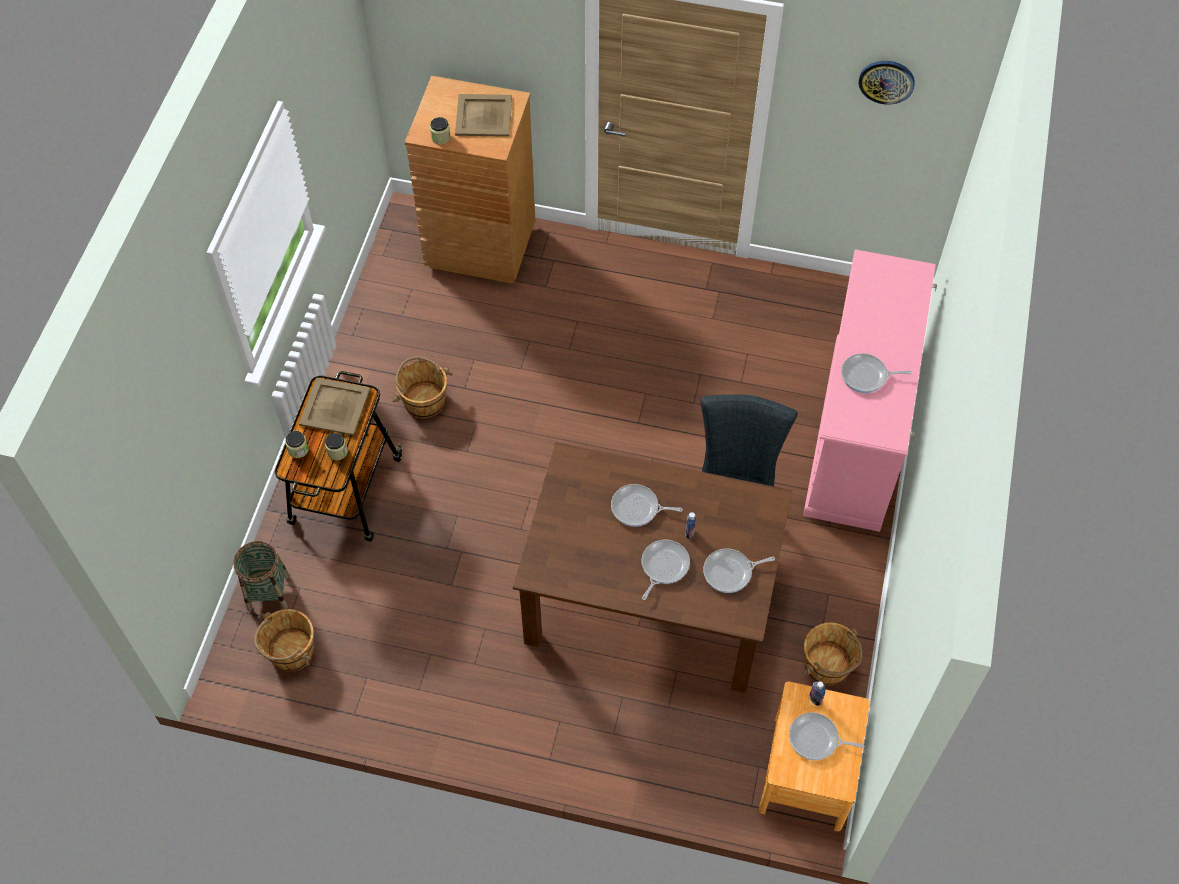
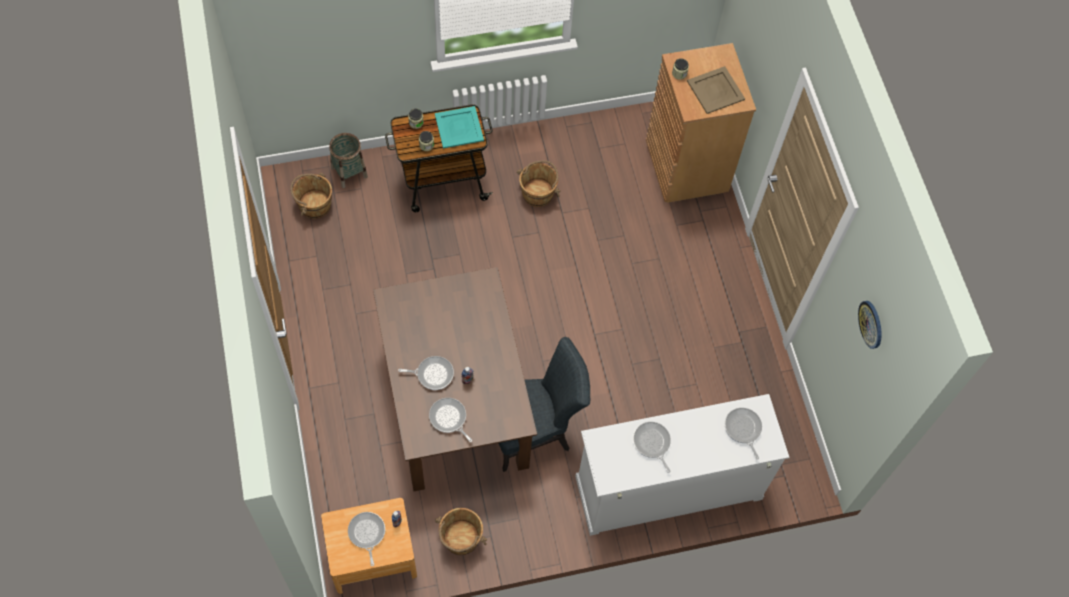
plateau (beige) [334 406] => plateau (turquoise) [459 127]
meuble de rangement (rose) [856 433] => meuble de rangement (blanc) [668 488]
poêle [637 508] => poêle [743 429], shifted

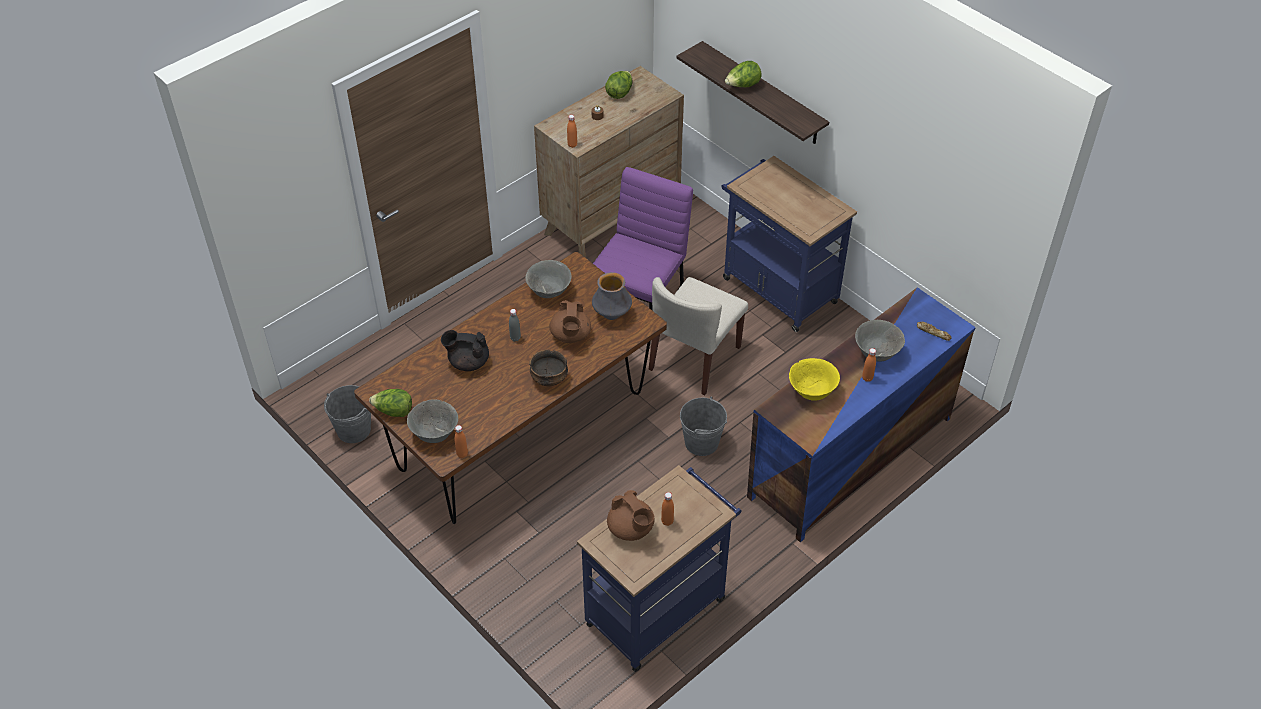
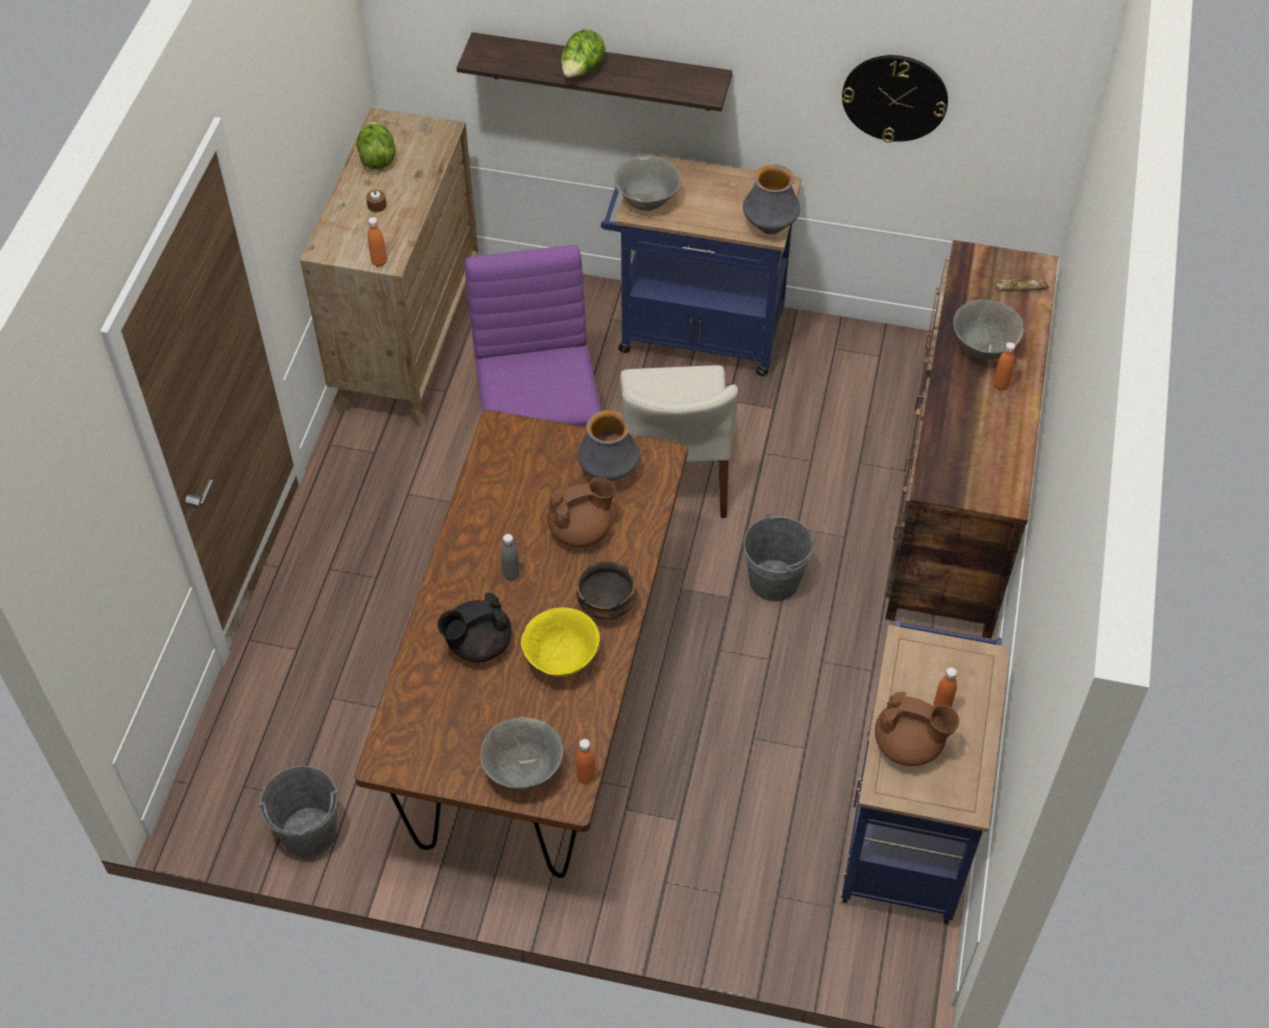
bol (jaune) [812 392] => bol (jaune) [562 660], shifted
théière (marron) [570 336] => théière (marron) [581 530], 75 degrees counterclockwise
bol (gris) [549 291] => bol (gris) [647 201], shifted
nothing => vase [769 227]
nothing => horloge murale [895 97]
meuble de rangement (bleu) [847 457] => meuble de rangement (marron) [953 501]
laitue [393 411] => nothing

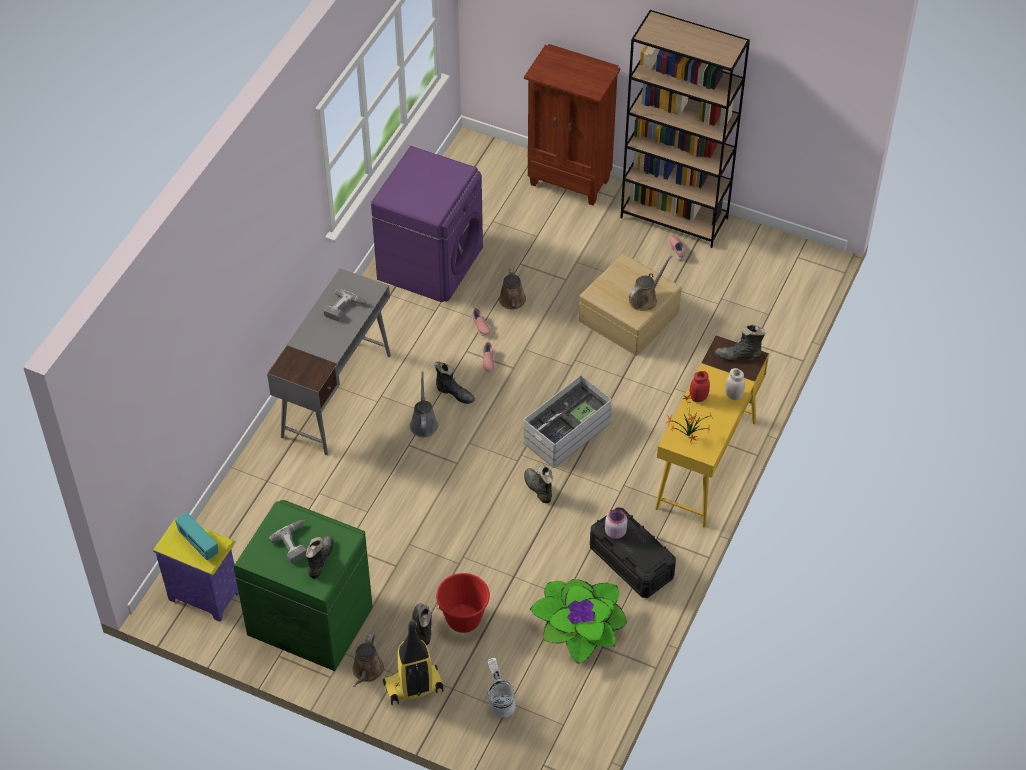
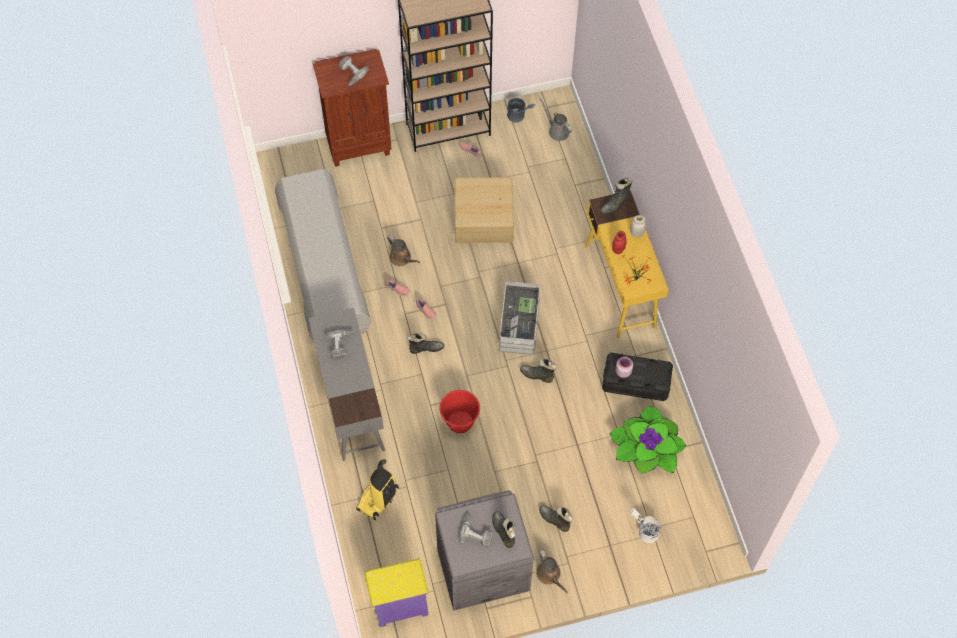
lave-linge (violet) [432 262] => banc (gris) [323 265]
nothing => perceuse [350 73]
aspirateur [413 688] => aspirateur [378 499], shifted
lave-linge (vert) [311 616] => lave-linge (gris) [481 566]
seau (rouge) [463 619] => seau (rouge) [460 422], shifted
nothing => seau (gris) [518 117]
arrosoir (gris) [423 423] => arrosoir (gris) [557 131], shifted
radio [198 544] => nothing
arrosoir (marron) [645 299] => nothing

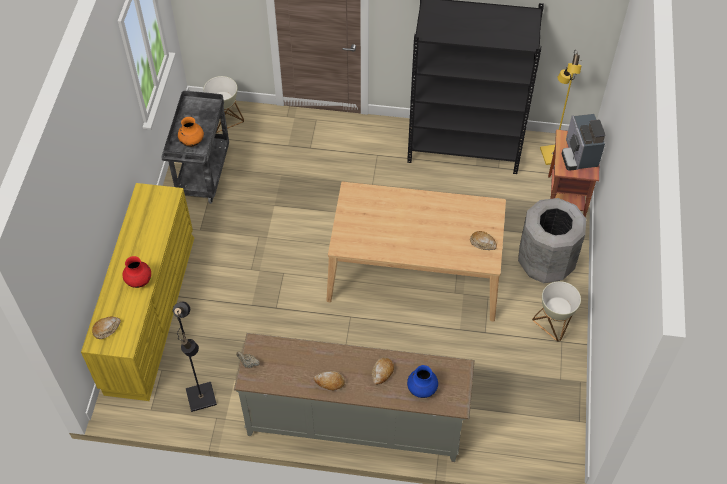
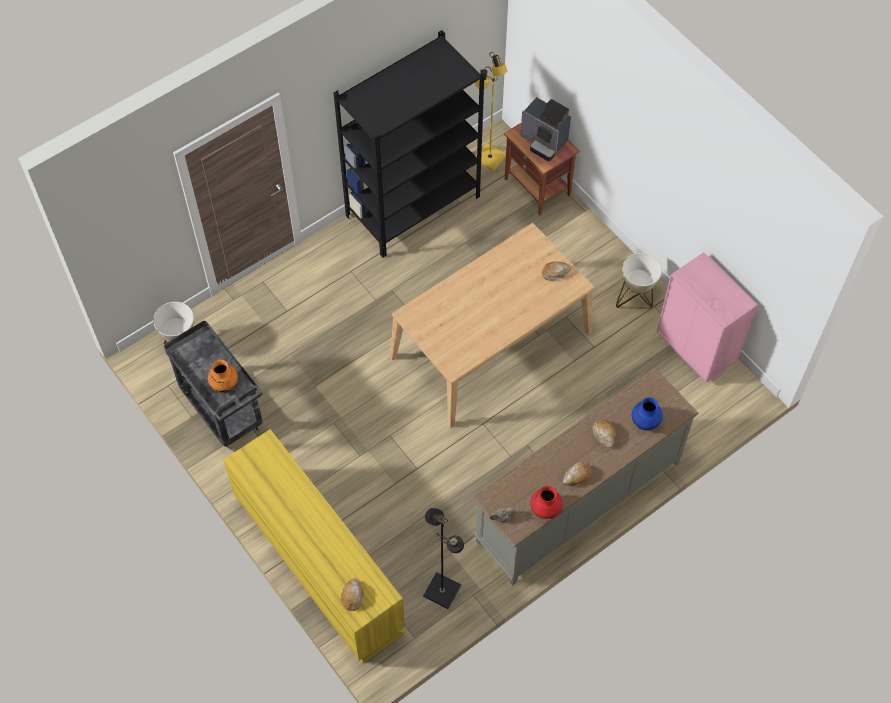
vase (rouge) [139 281] => vase (rouge) [545 509], shifted
nothing => meuble de rangement (rose) [697 349]
poubelle (gris) [546 262] => nothing

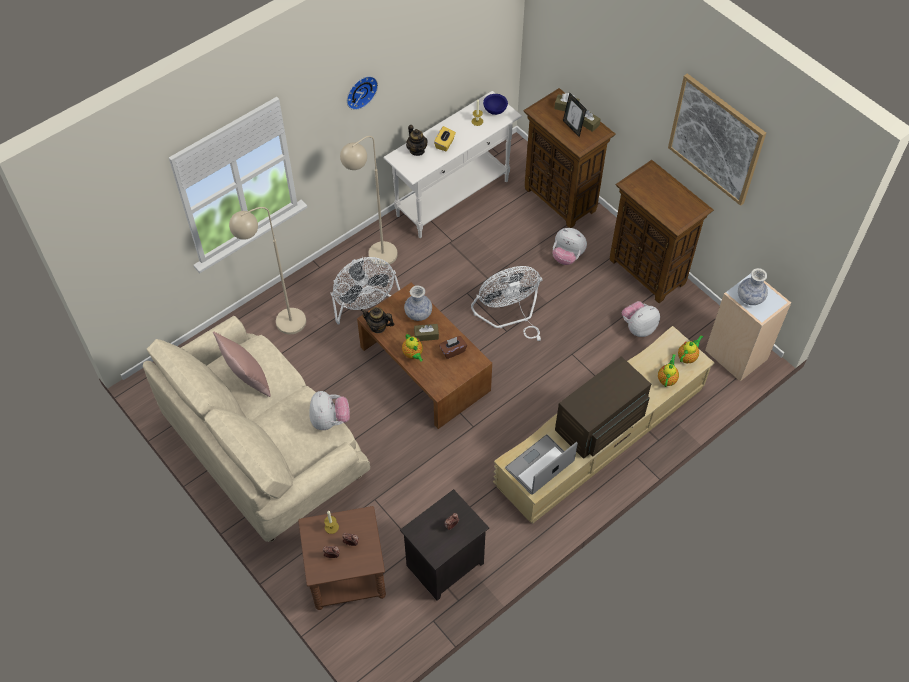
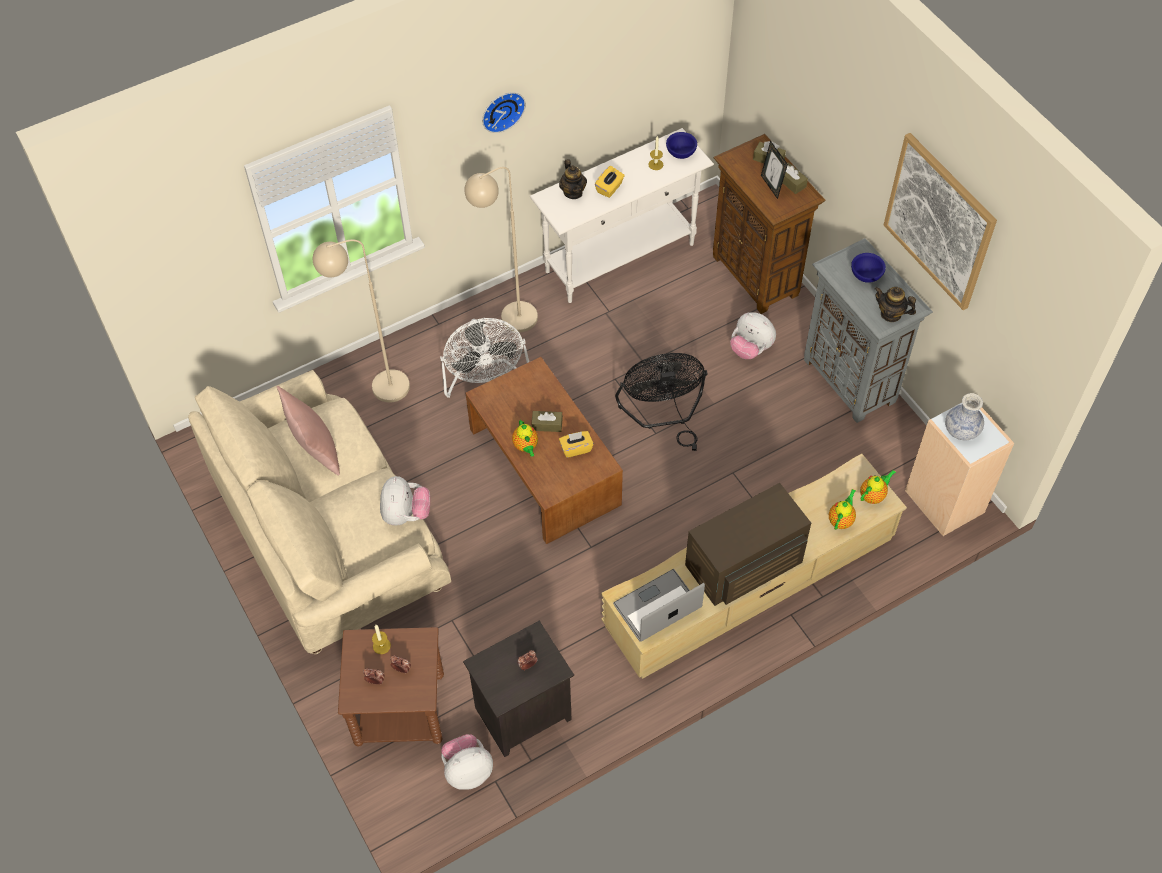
peluche [638 327] => peluche [467 770], shifted
boîte à mouchoirs (marron) [452 351] => boîte à mouchoirs (jaune) [576 448]
ventilateur (blanc) [512 315] => ventilateur (noir) [666 414]
meuble de rangement (marron) [648 272] => meuble de rangement (gris) [851 381]
nothing => bol (bleu) [866 276]
théière [378 327] => théière [891 314], shifted
vase [418 313] => nothing

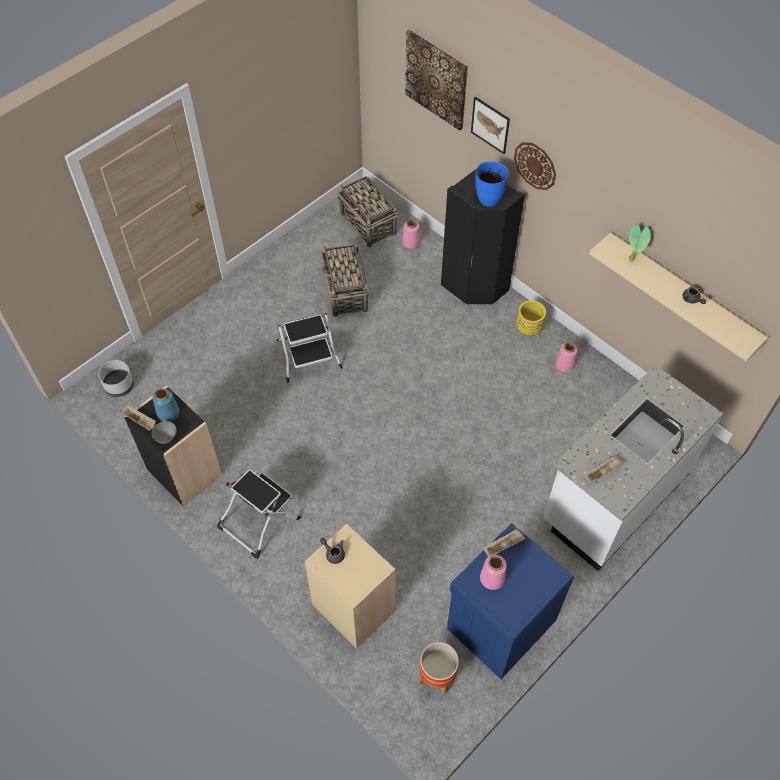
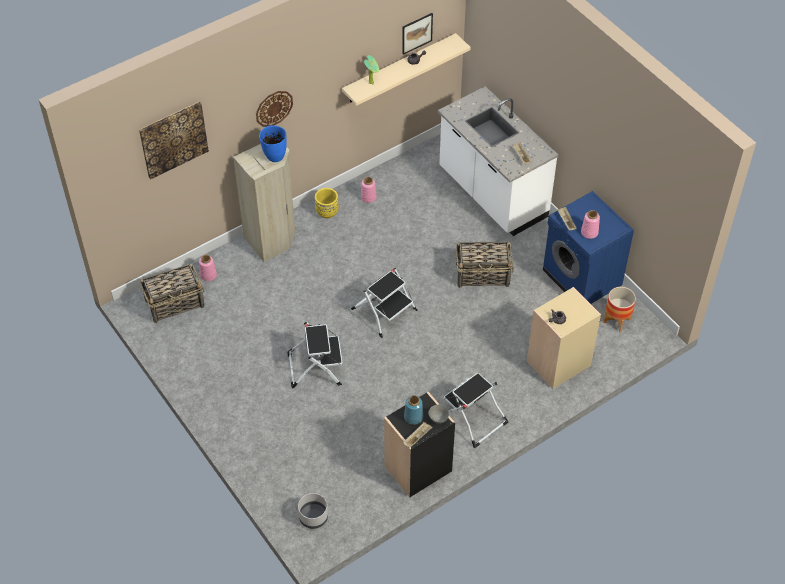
meuble de rangement (noir) [475 286] => meuble de rangement (beige) [272 239]
nothing => escabeau [384 311]
tableau [490 125] => tableau [417 33], shifted
panier [345 292] => panier [483 275], shifted

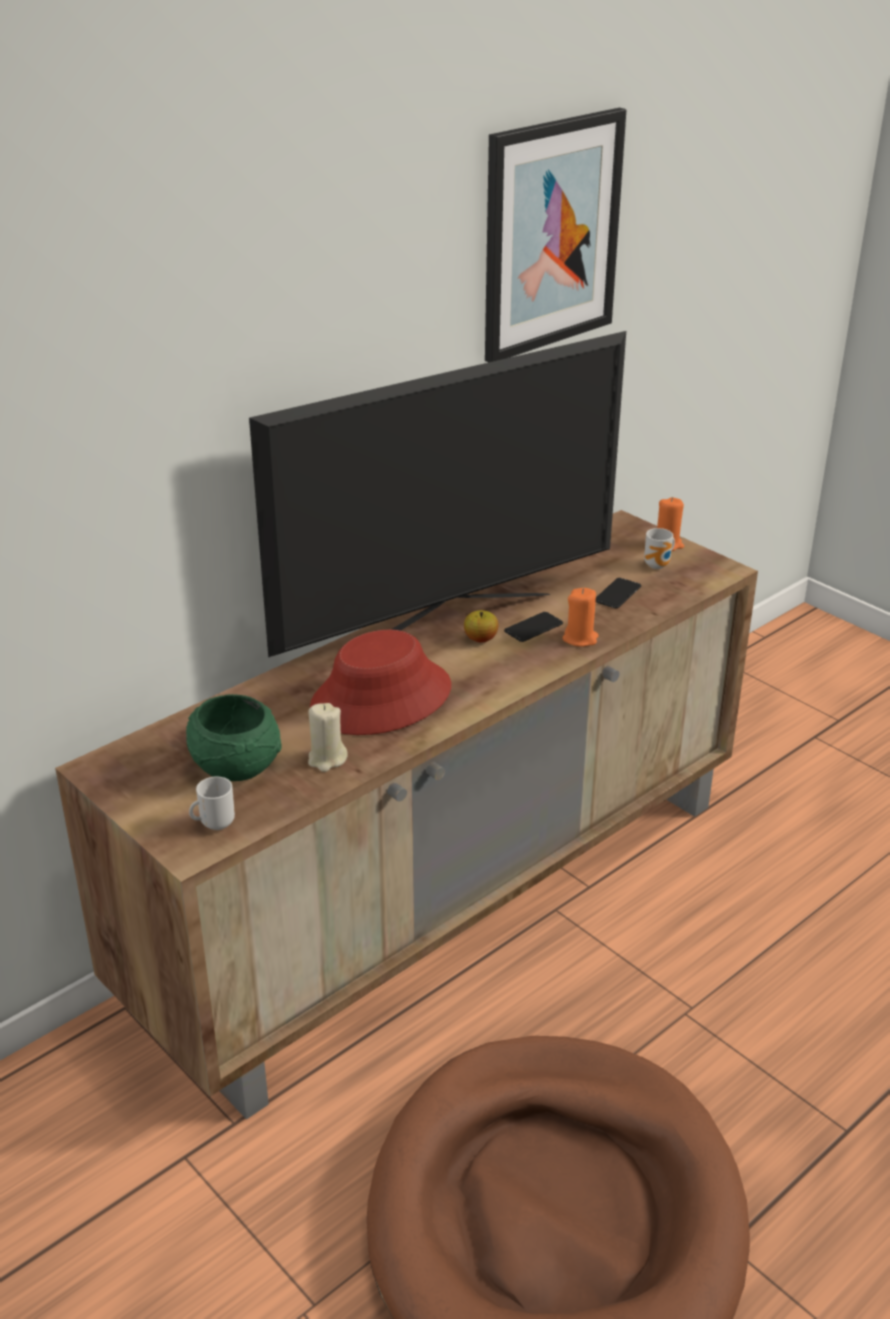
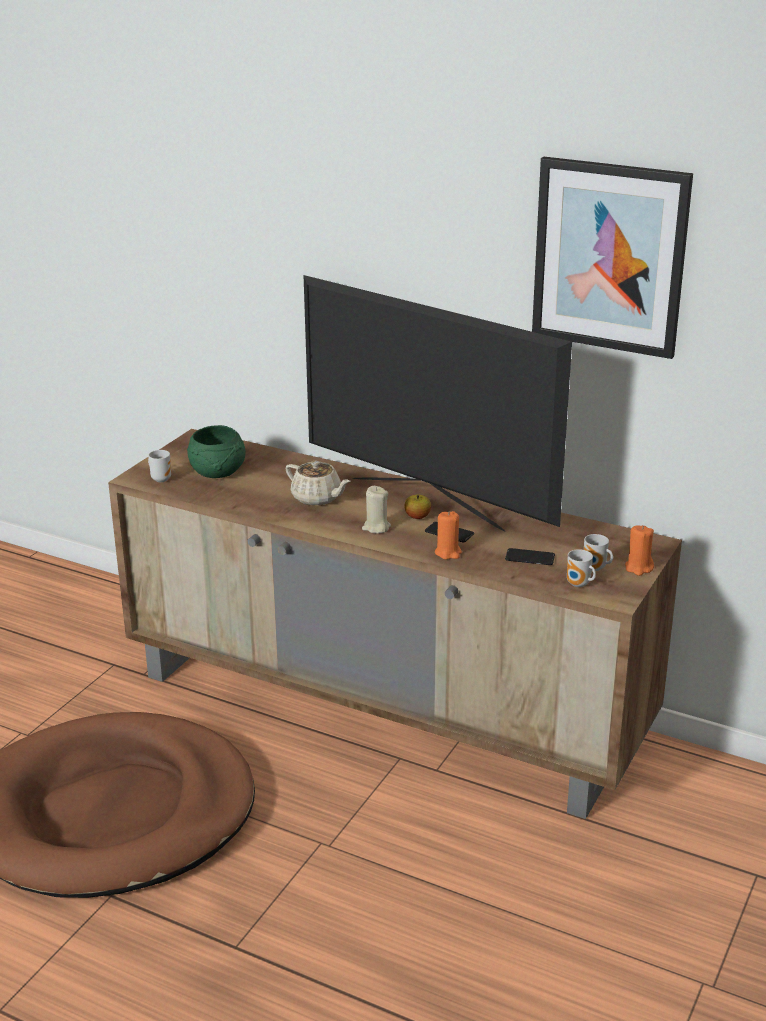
chapeau (rouge) [381 698] => théière (beige) [317 498]
bougie (beige) [327 759] => bougie (beige) [376 527], shifted
nothing => mug [579 585]

